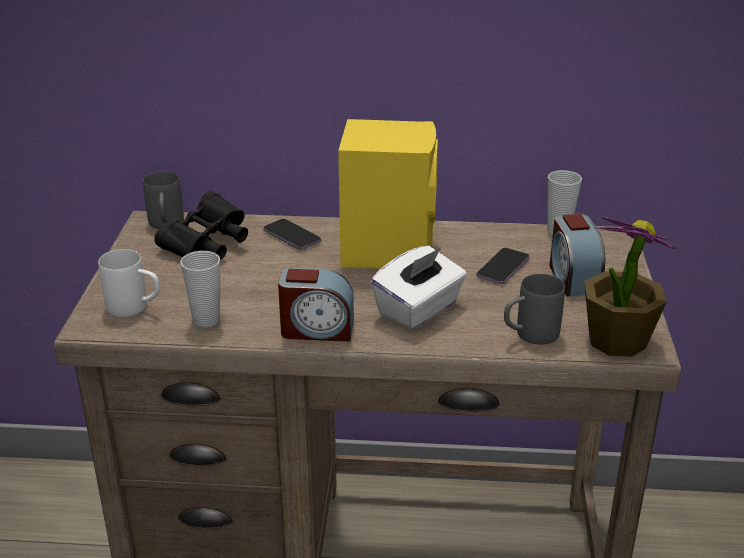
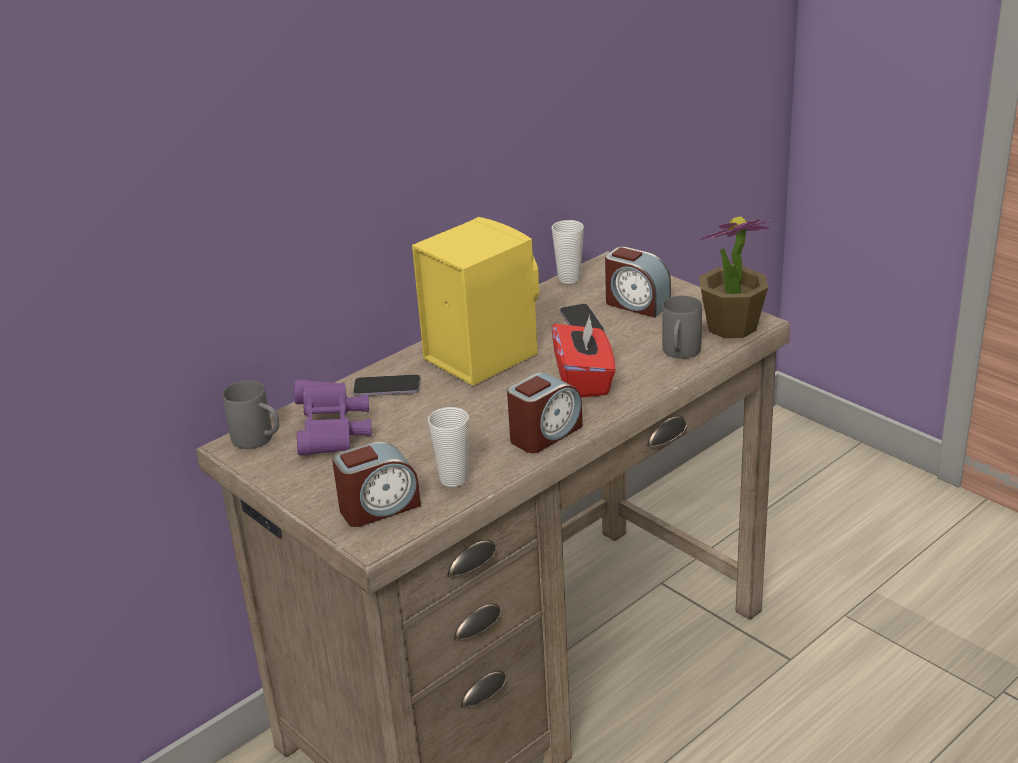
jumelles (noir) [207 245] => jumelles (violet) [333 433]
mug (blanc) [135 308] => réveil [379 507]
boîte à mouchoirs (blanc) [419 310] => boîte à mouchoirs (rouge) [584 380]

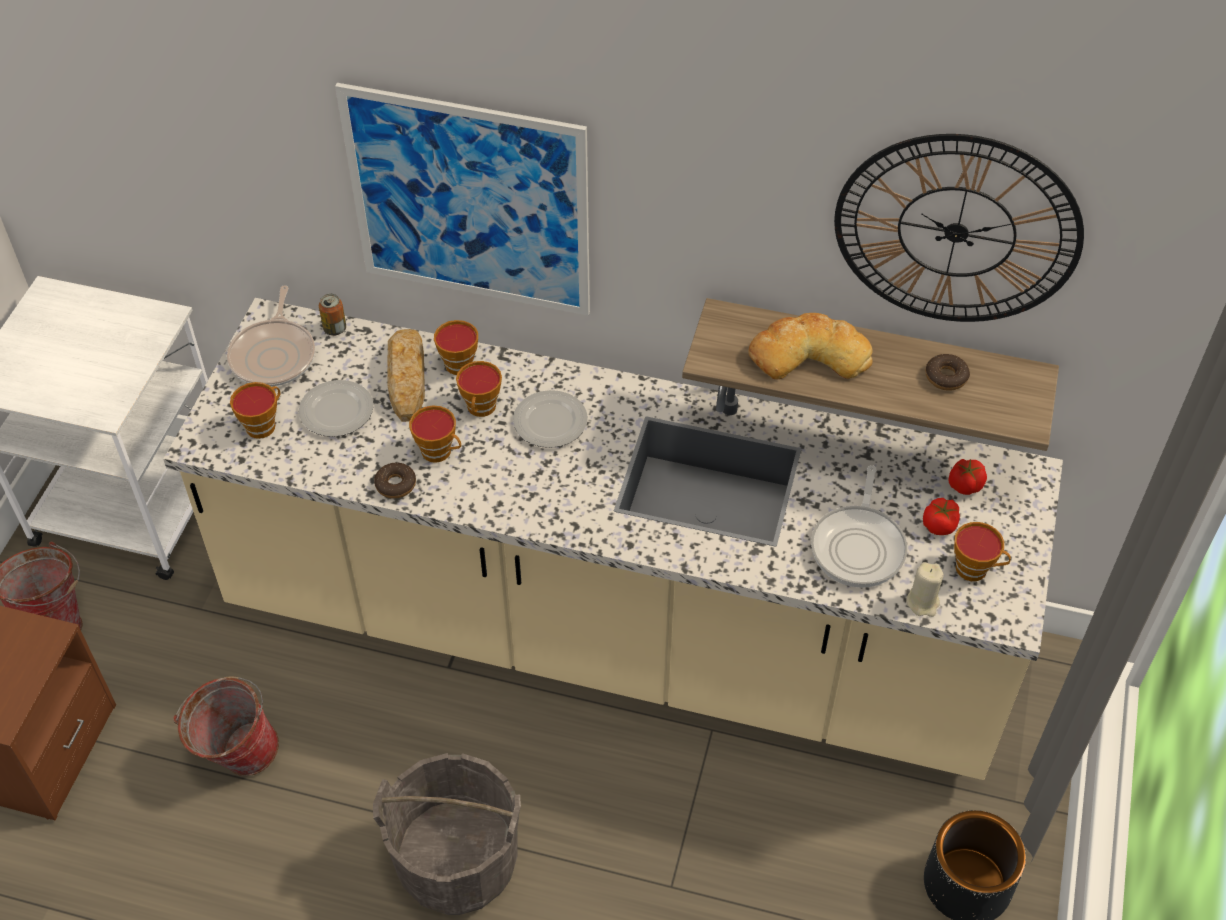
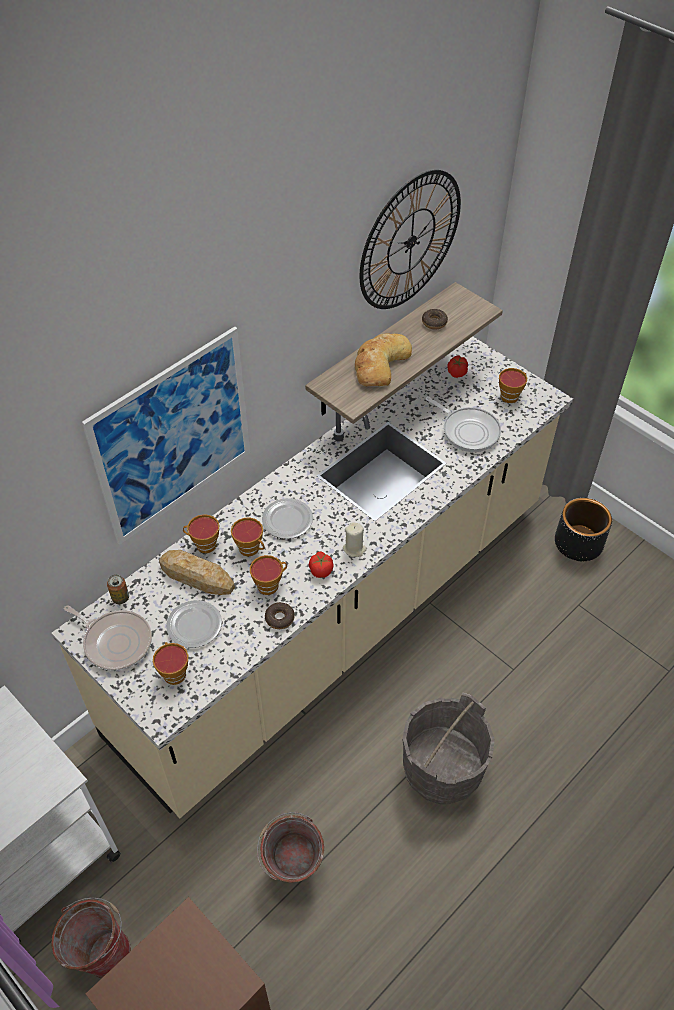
tomate [939 525] => tomate [321 570], shifted
bougie (beige) [923 602] => bougie (beige) [354 549], shifted

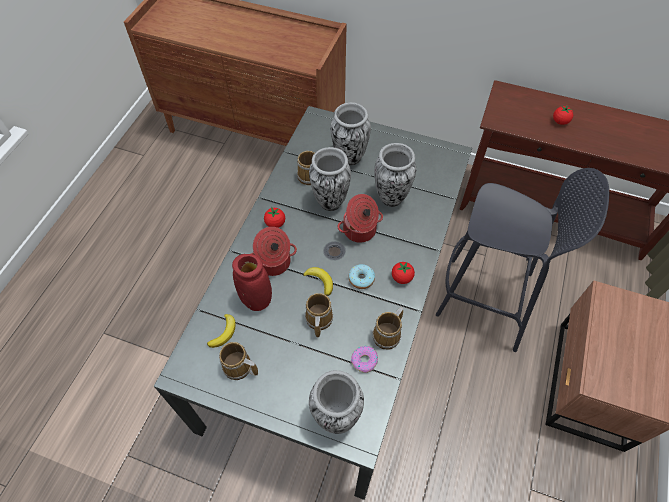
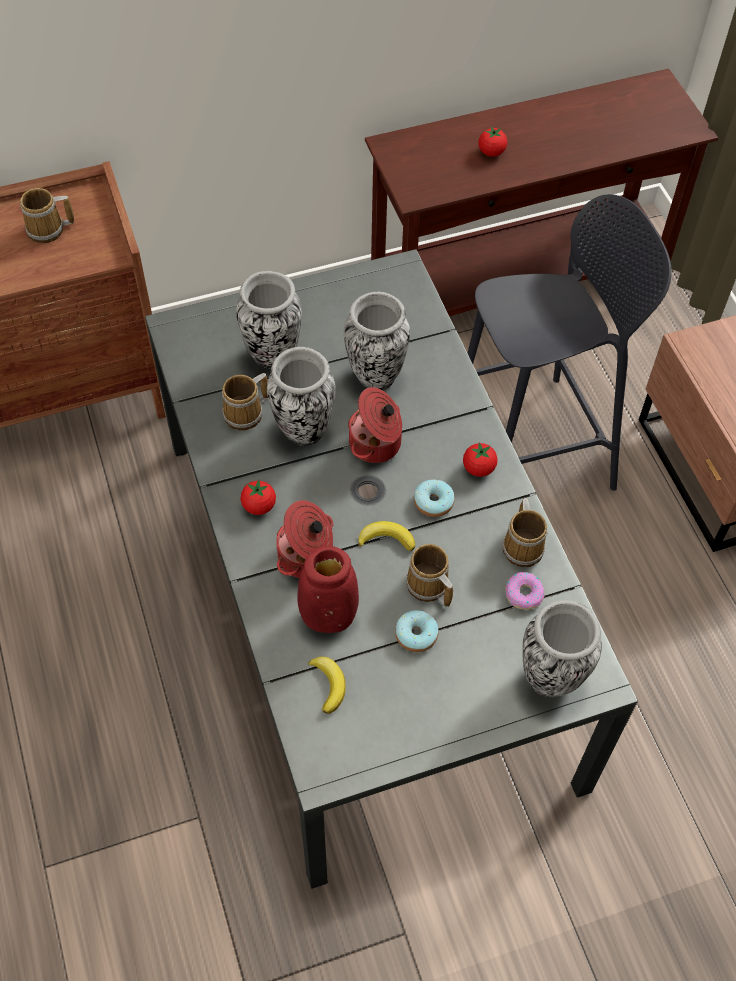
mug [239 368] => mug [48 230], shifted
nothing => beignet [416 635]

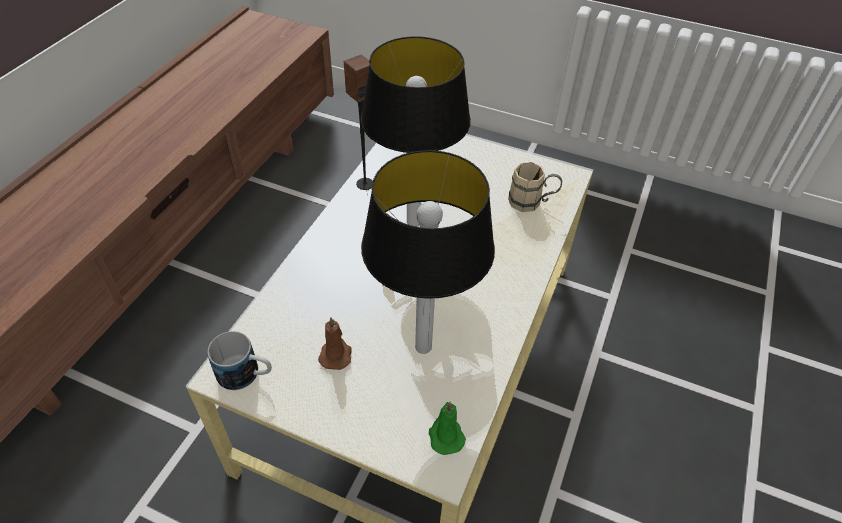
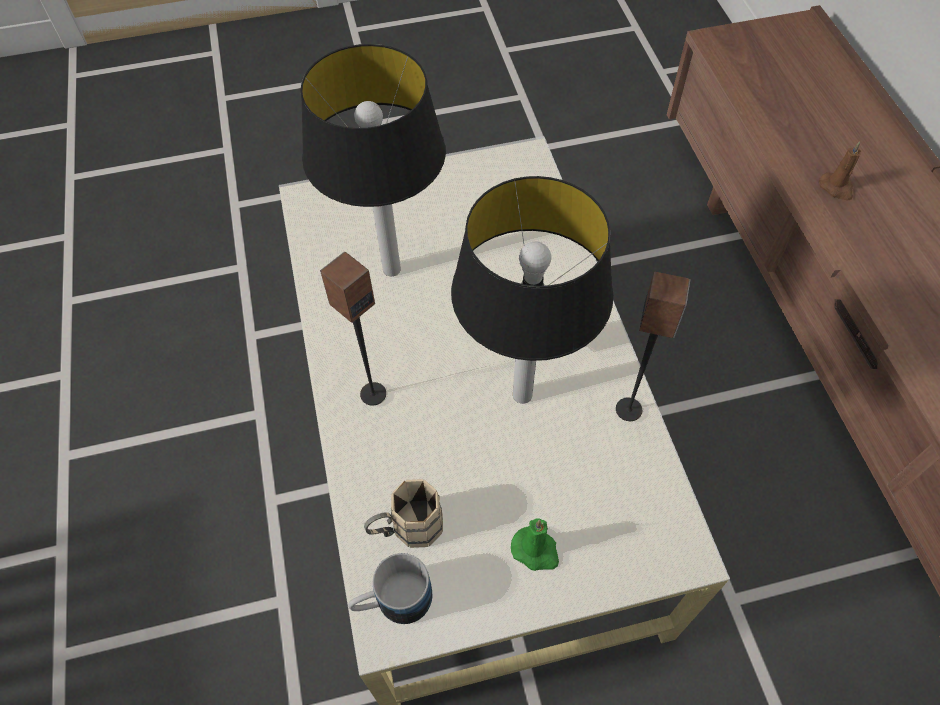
nothing => enceinte [373 393]
mug [246 375] => mug [392 602], shifted
bougie (vert) [445 435] => bougie (vert) [536 550], shifted
bougie (marron) [336 354] => bougie (marron) [836 188], shifted

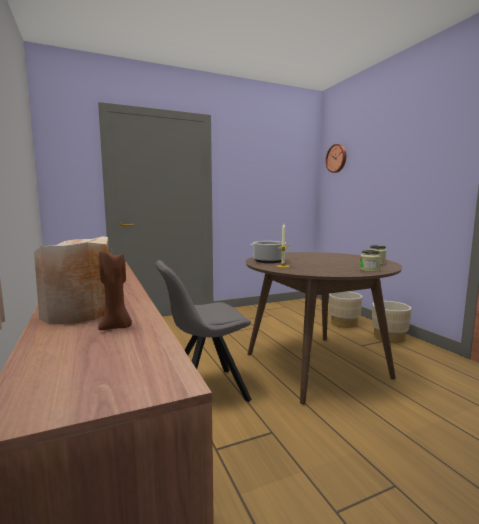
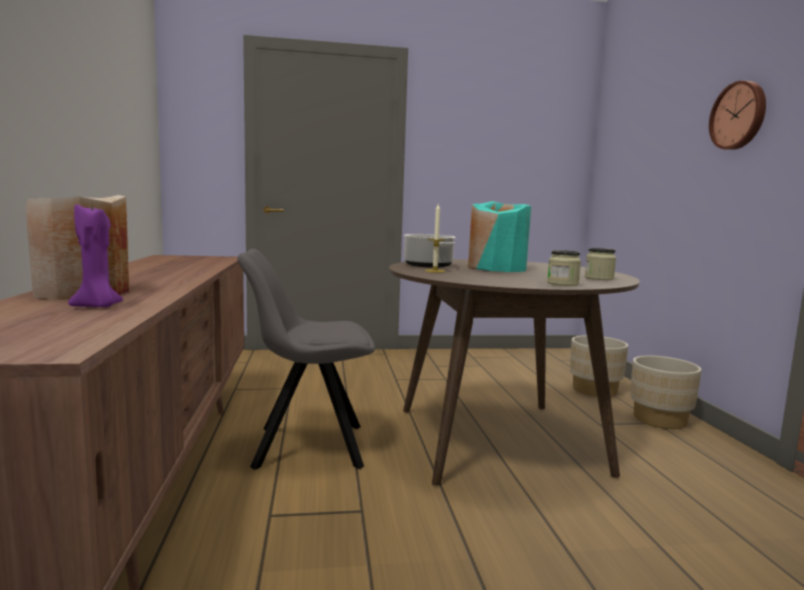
bougie (marron) [117 327] => bougie (violet) [98 307]
nothing => vase (turquoise) [497 268]
horloge murale [337 158] => horloge murale [739 116], shifted

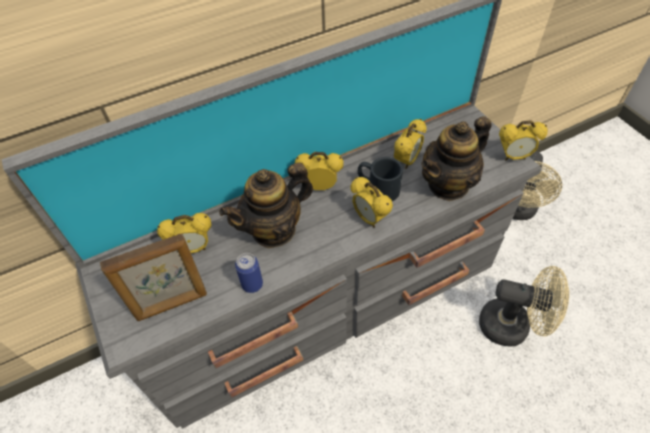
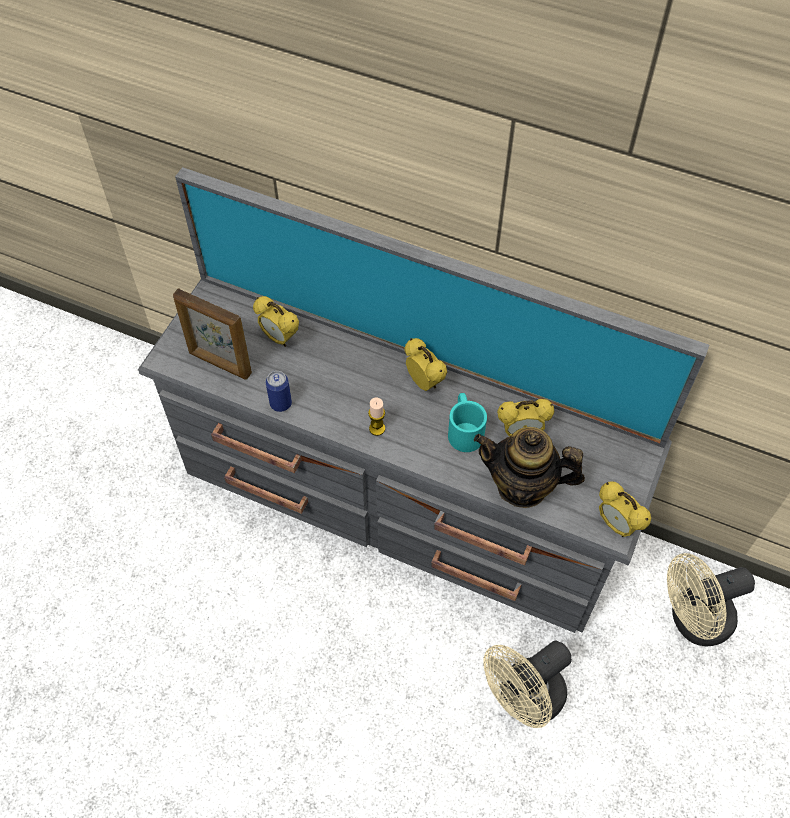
nothing => bougie [377 428]
mug (noir) [377 188] => mug (turquoise) [464 429]
ventilateur (beige) [512 326] => ventilateur (beige) [523 700], 75 degrees clockwise
théière [274 229] => nothing
réveil [369 219] => nothing

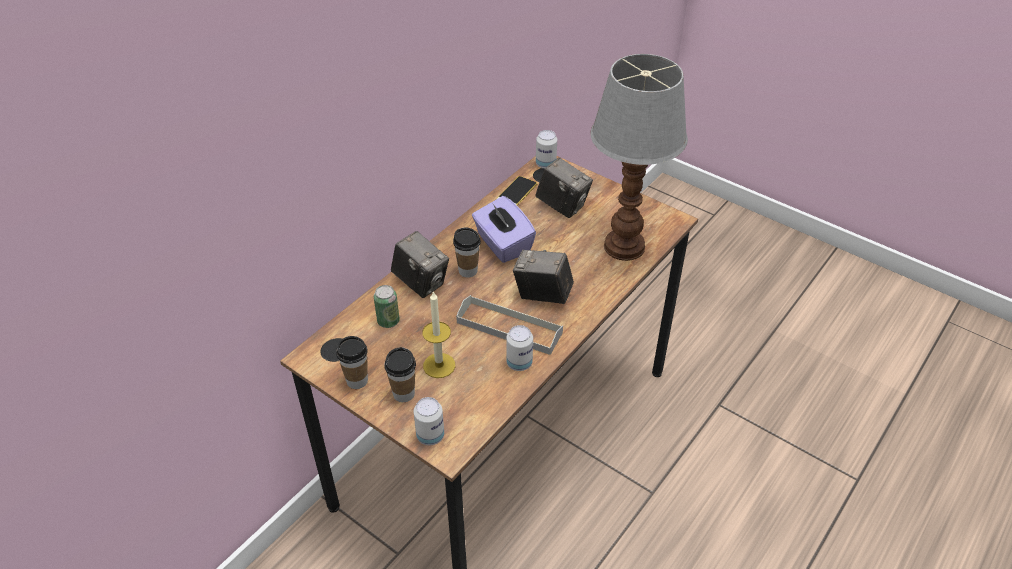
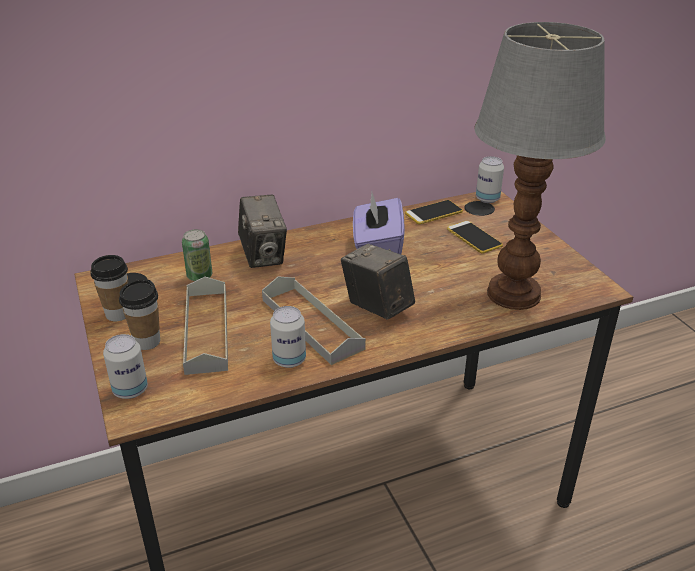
bougie [439 365] => plateau (gris) [206 330]
appareil photo [562 206] => téléphone [474 237]
tasse [468 271] => nothing

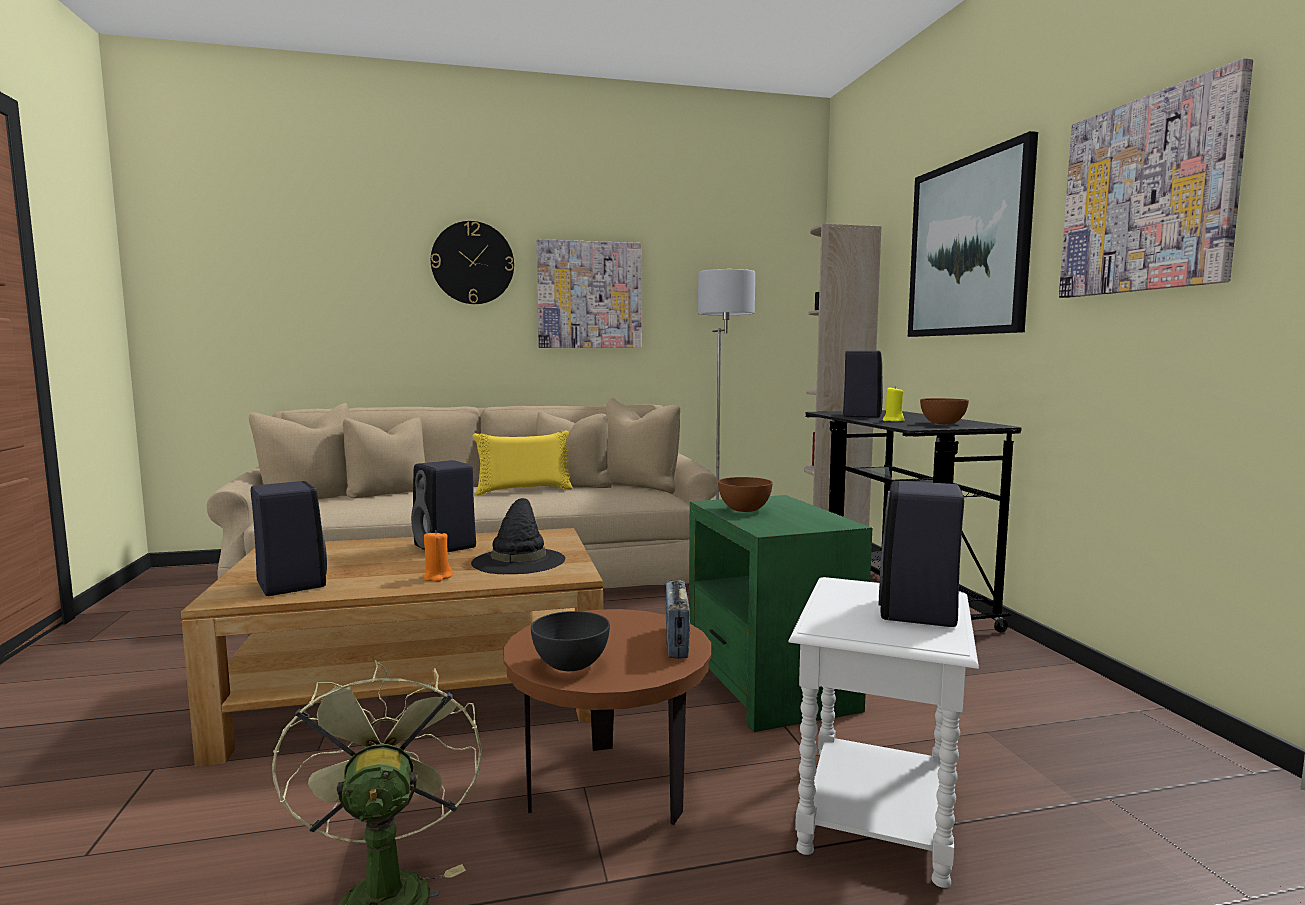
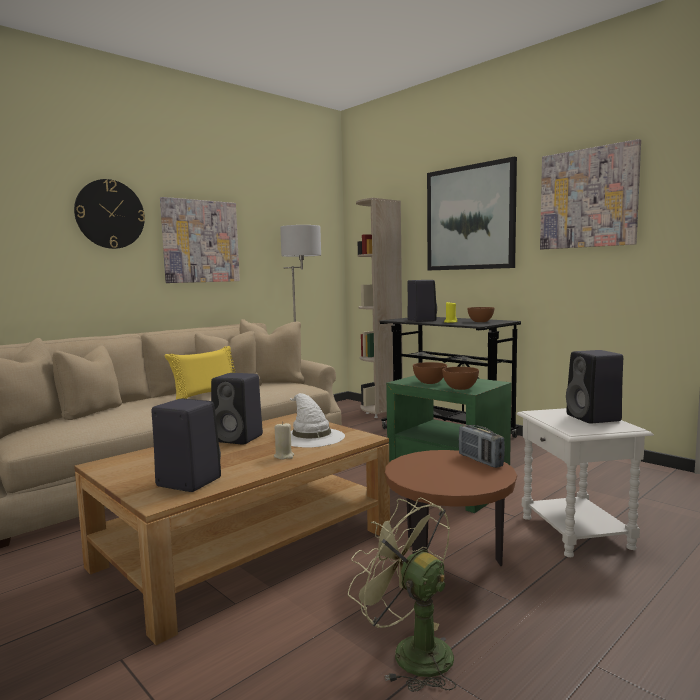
bougie (orange) [437 577] => bougie (beige) [284 456]
chapeau (noir) [518 560] => chapeau (blanc) [311 437]
nothing => bol (marron) [460 388]
bol (gris) [571 665] => nothing

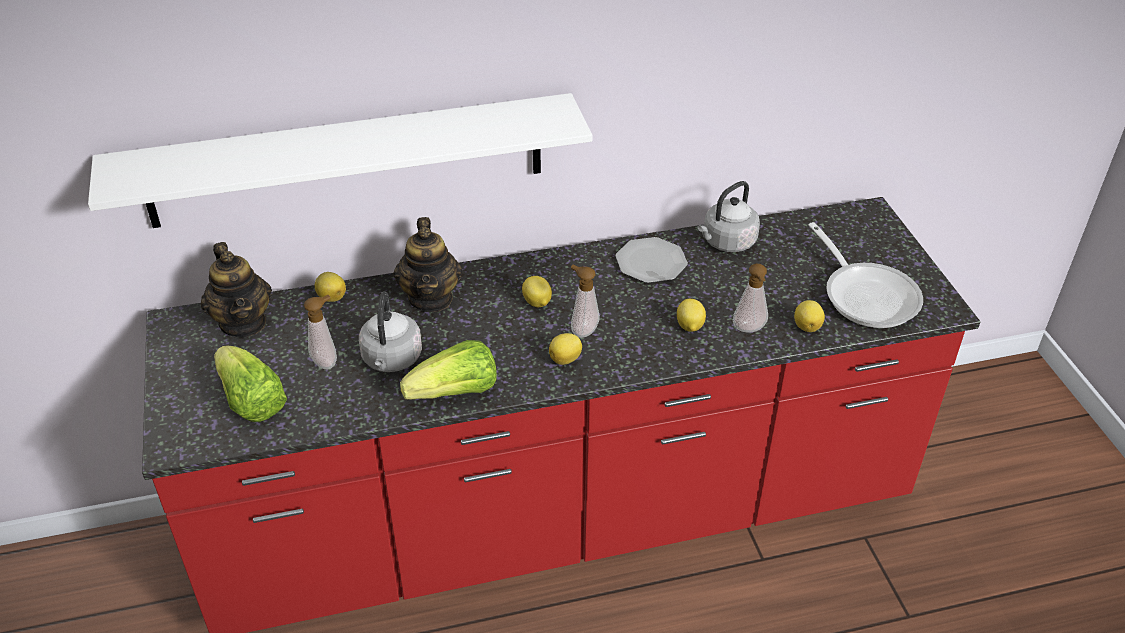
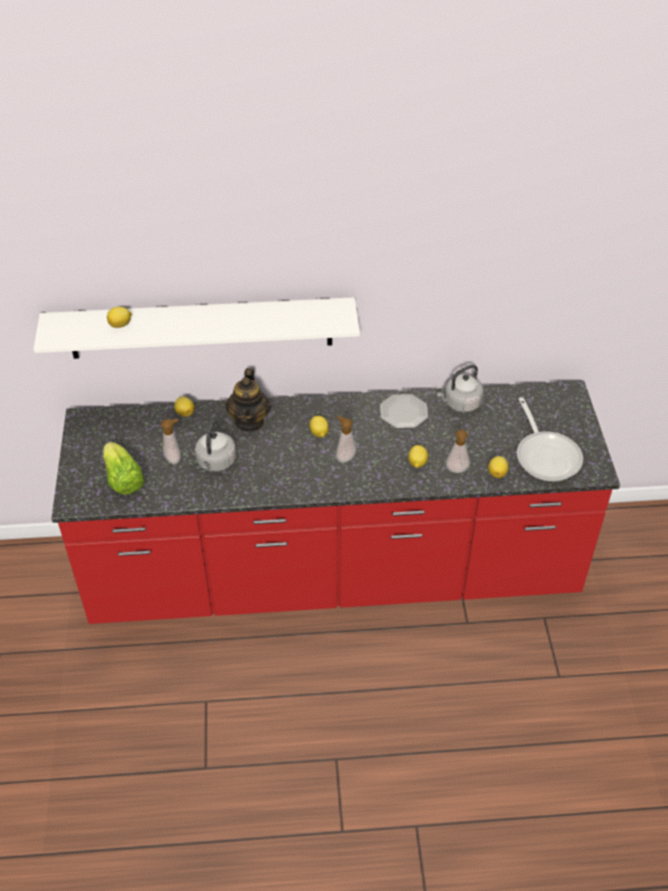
citron [566 359] => citron [121 325], shifted
théière [243 322] => nothing
laitue [456 393] => nothing

